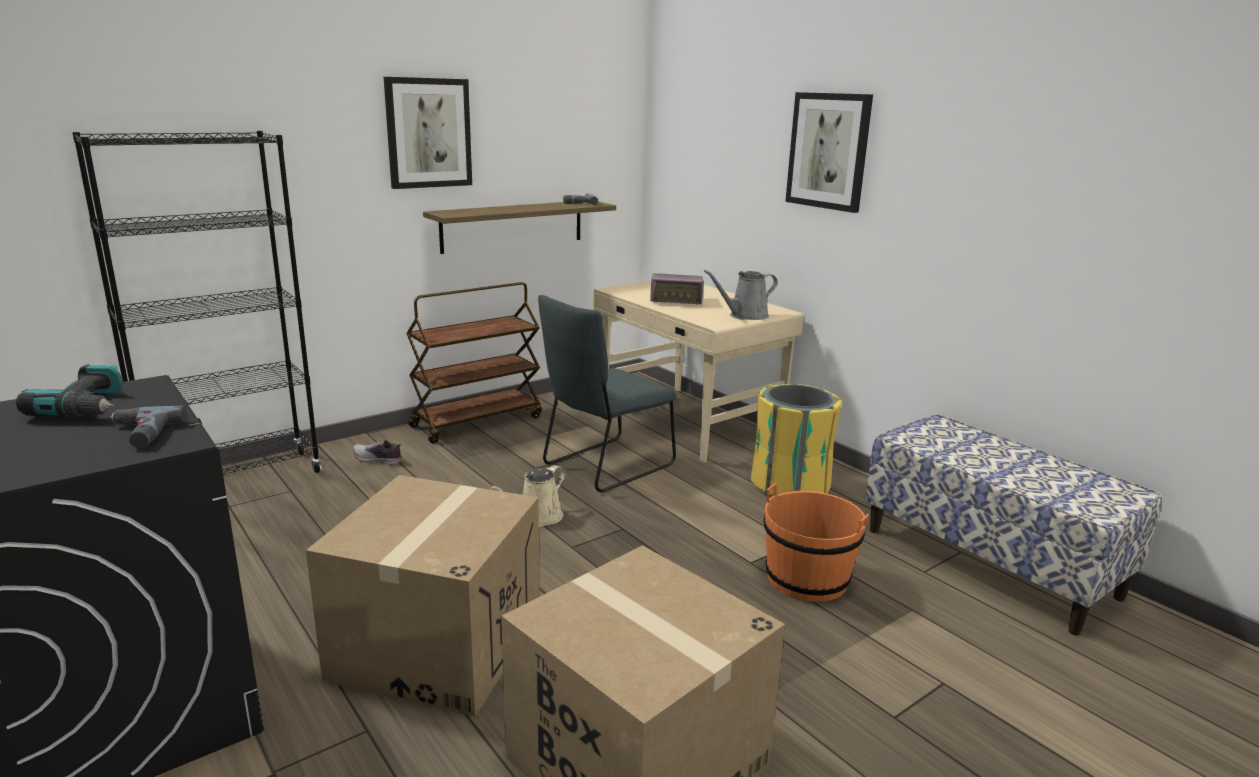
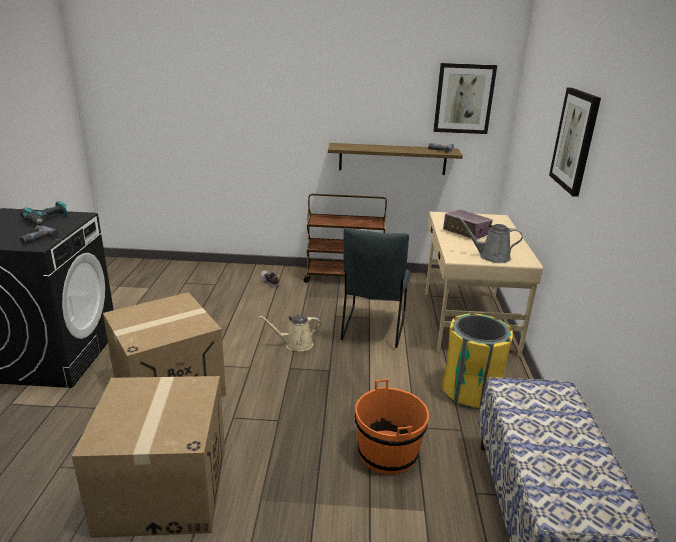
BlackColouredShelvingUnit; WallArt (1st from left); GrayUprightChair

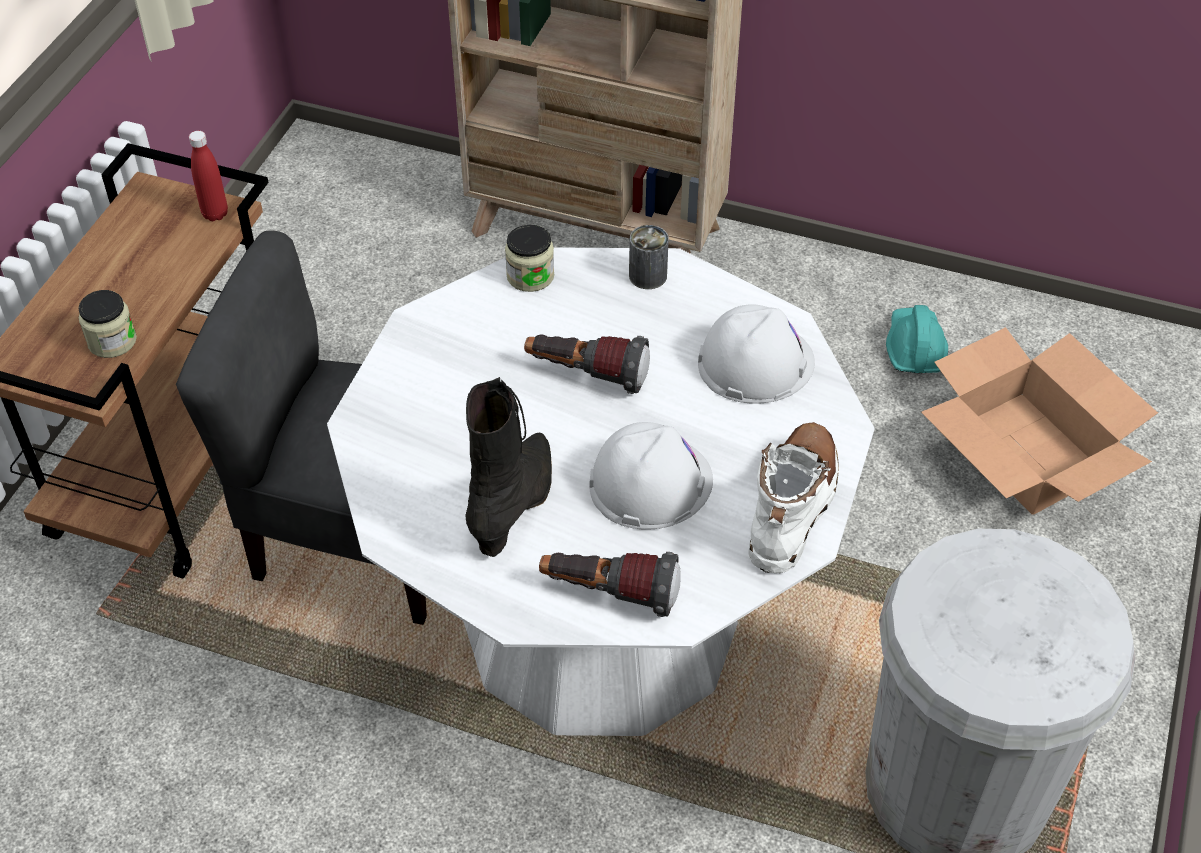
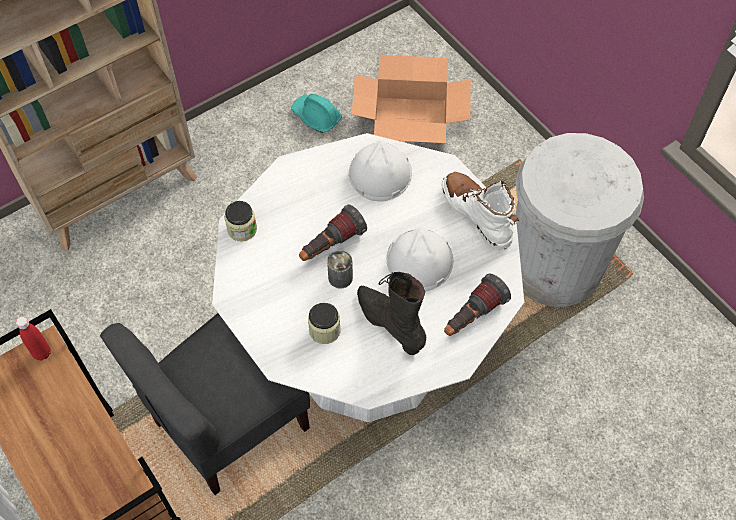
StorageJar (2nd from left); MetalCan

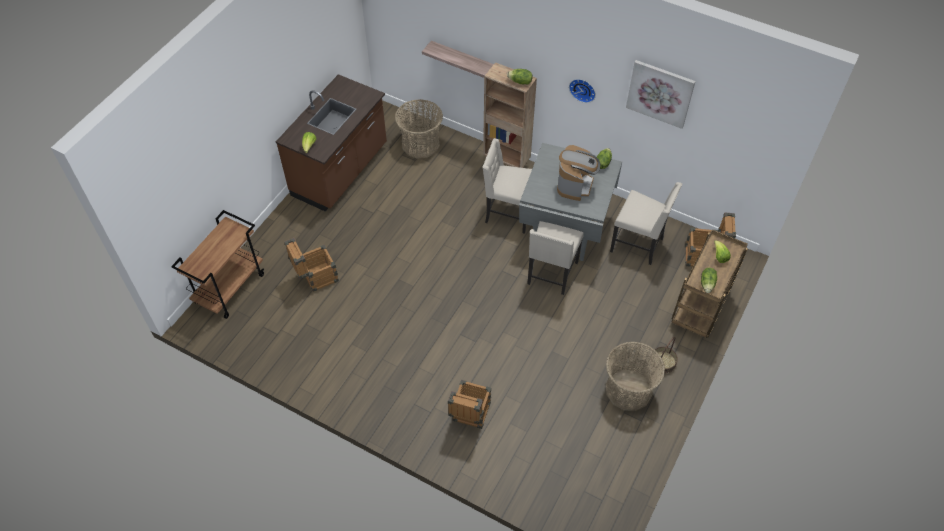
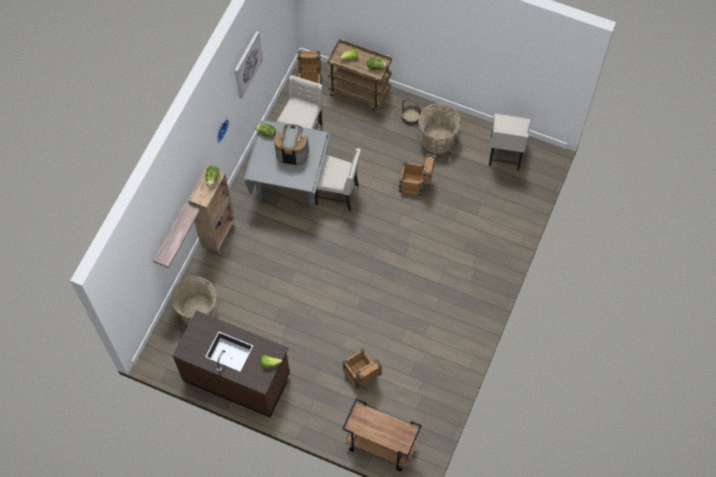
PackingCrate (3rd from left); SandColouredUprightChair (3rd from left)

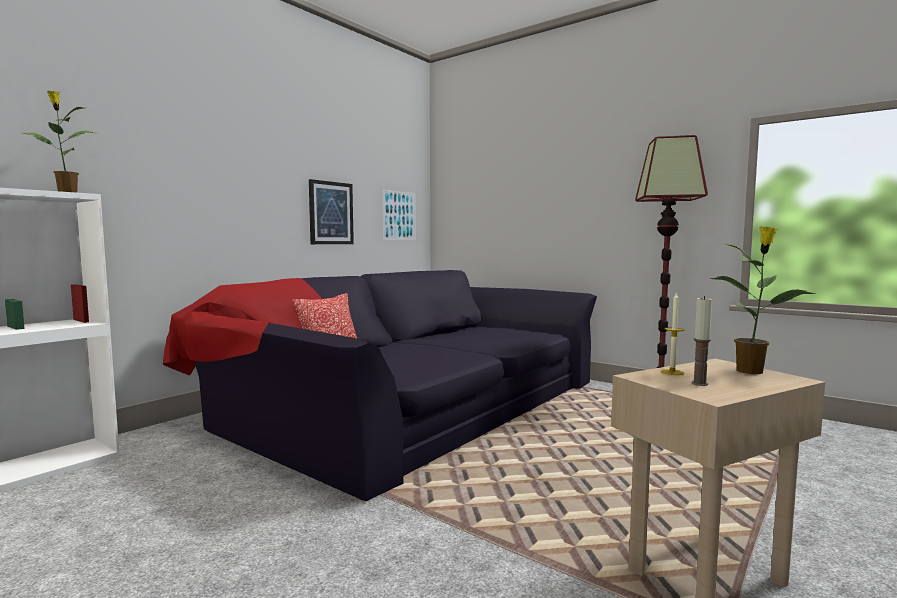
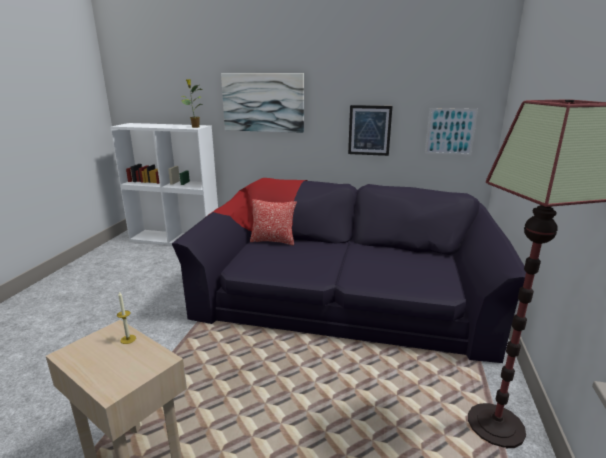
WaxCandle (2nd from left in the first image); PottedPlant (2nd from left in the first image); WallArt (1st from left)

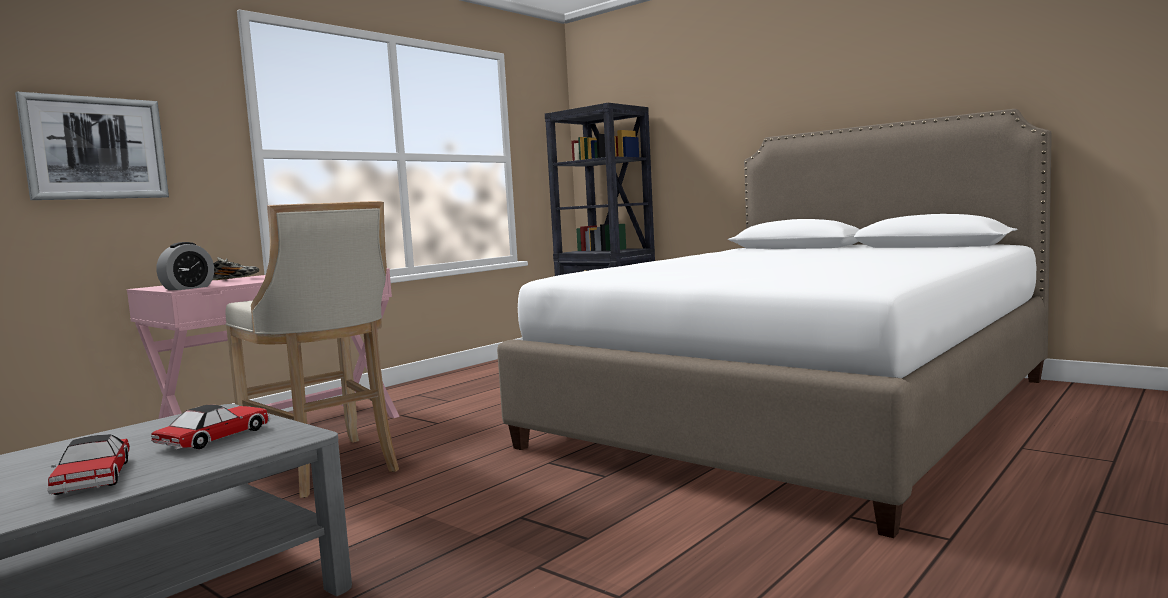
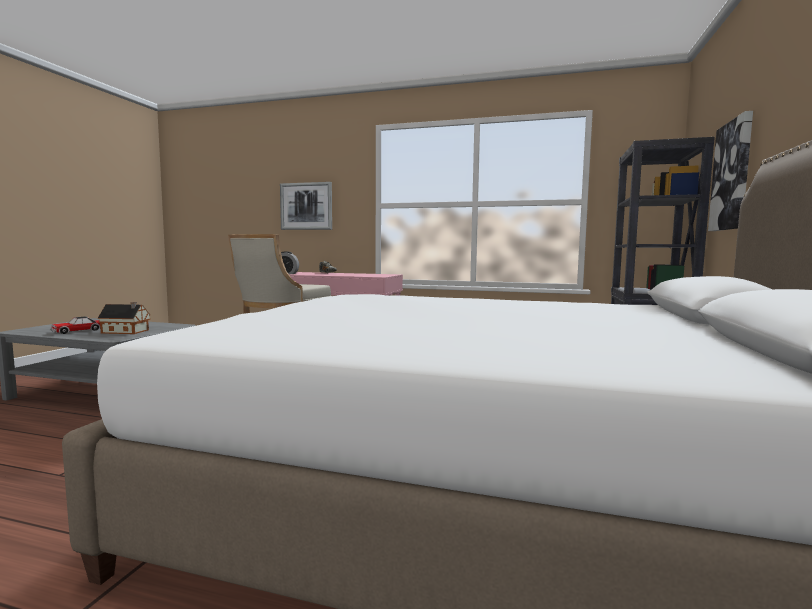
WallArt (2nd from left); ToyHouse

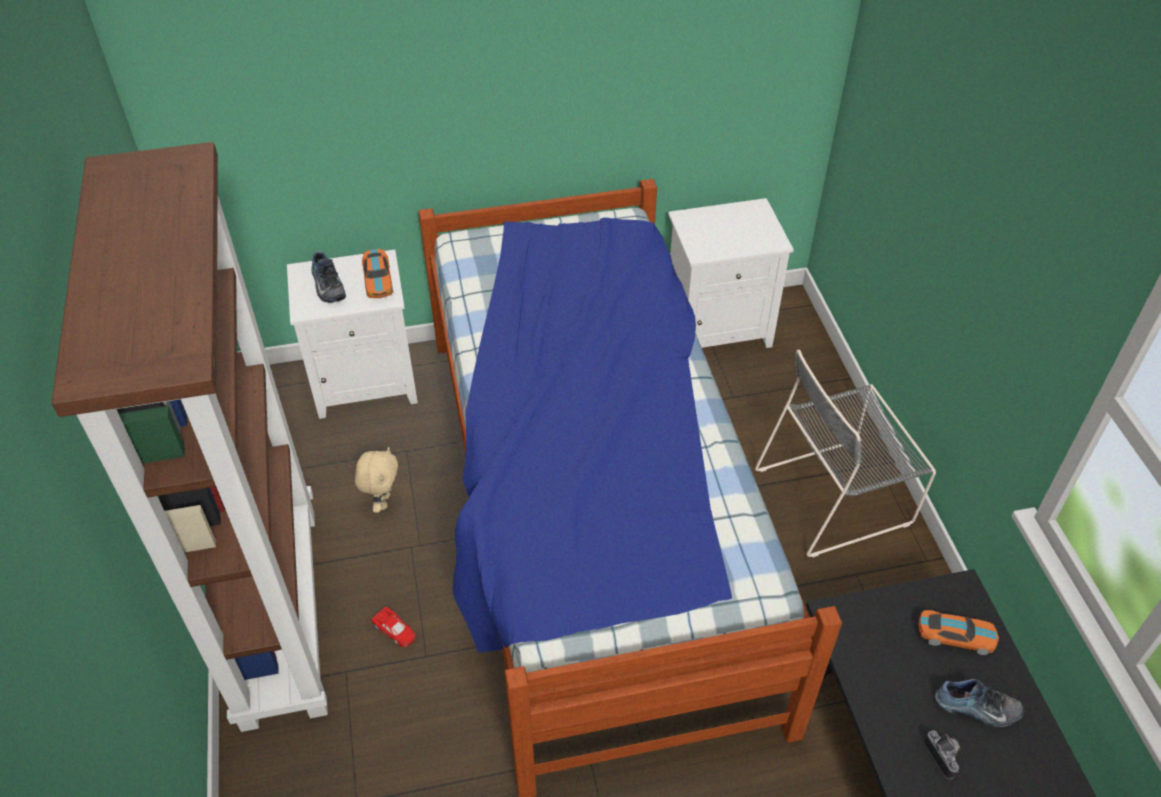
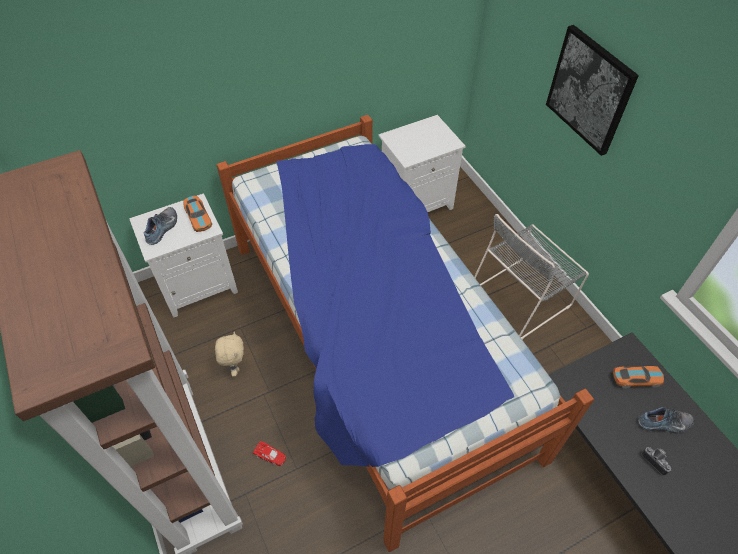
WallArt; Shoe (1st from left)

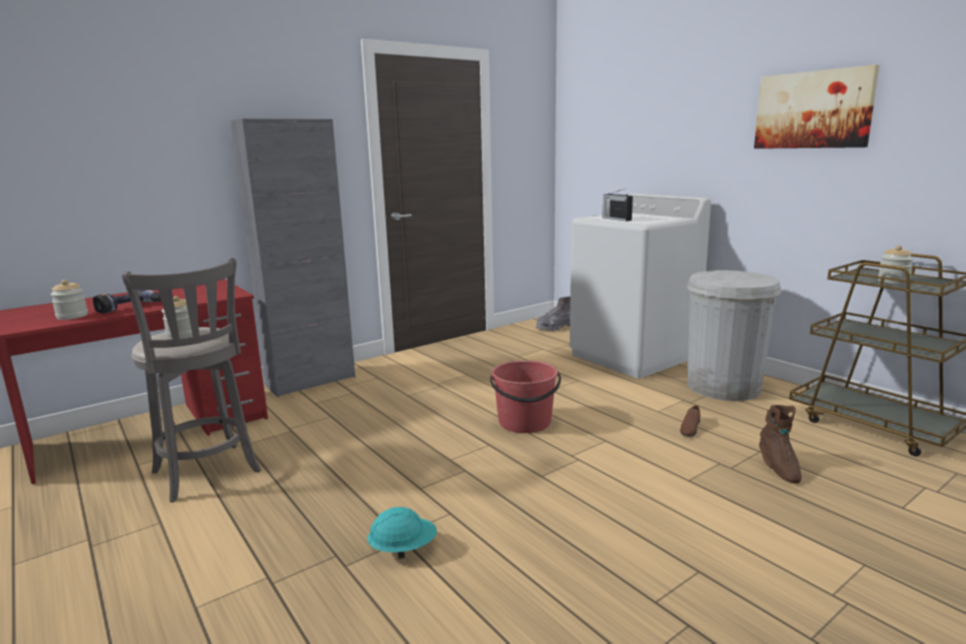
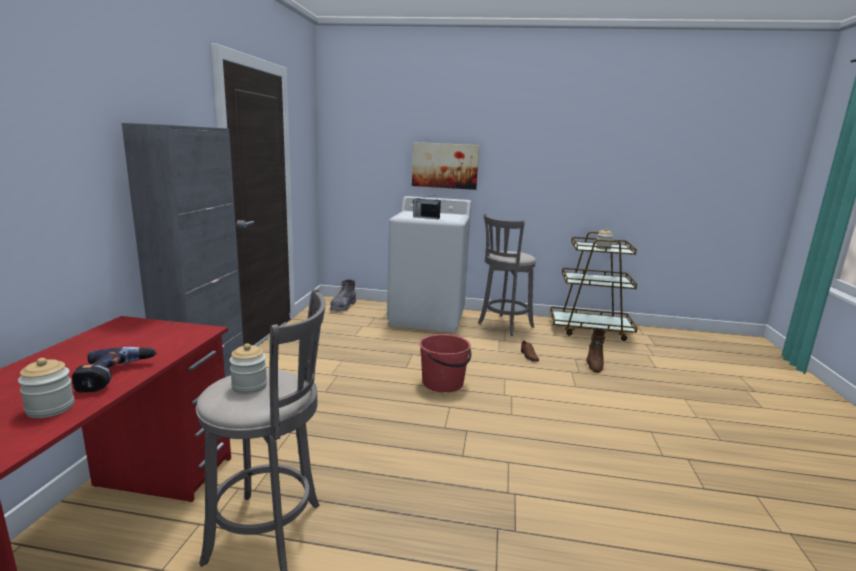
TurquoiseSafetyHelmet; WallArt; GrayStool (2nd from left); BrownishTallBoot

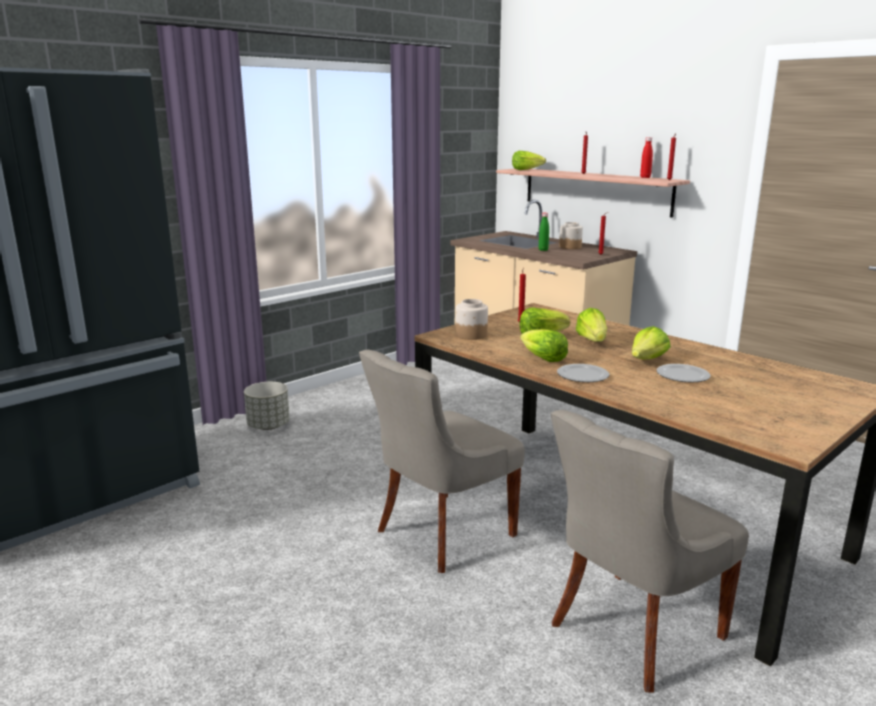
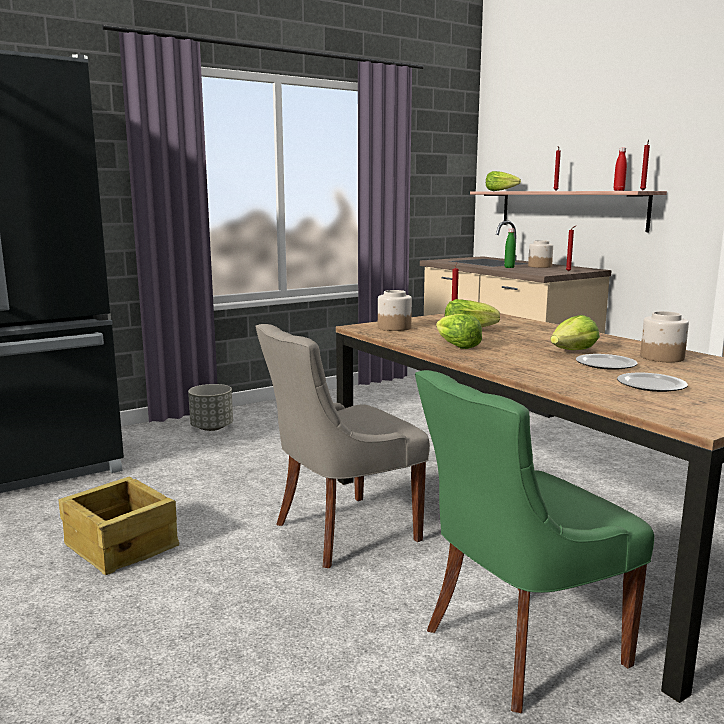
LettuceHead (4th from left in the first image); PackingCrate; StorageJar (3rd from left); Plate (2nd from left); GreenishUprightChair

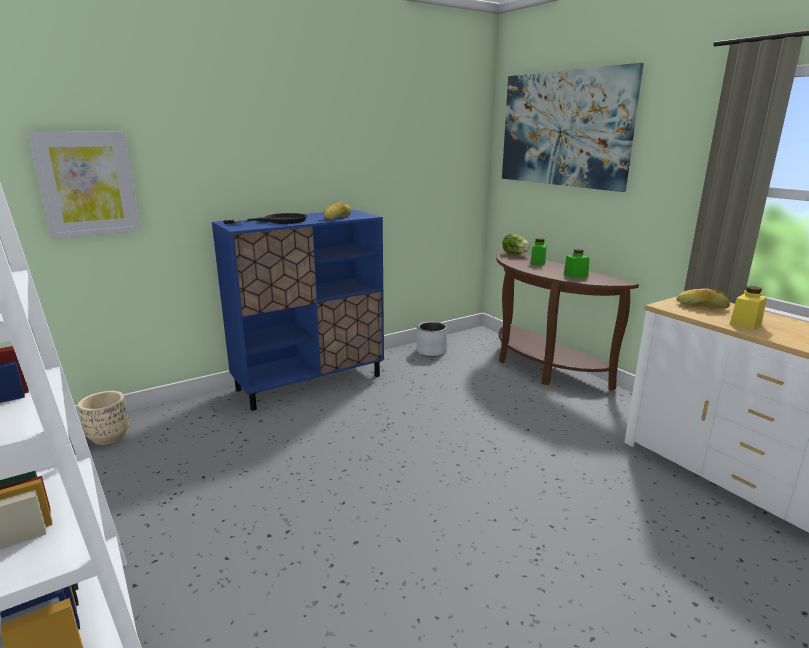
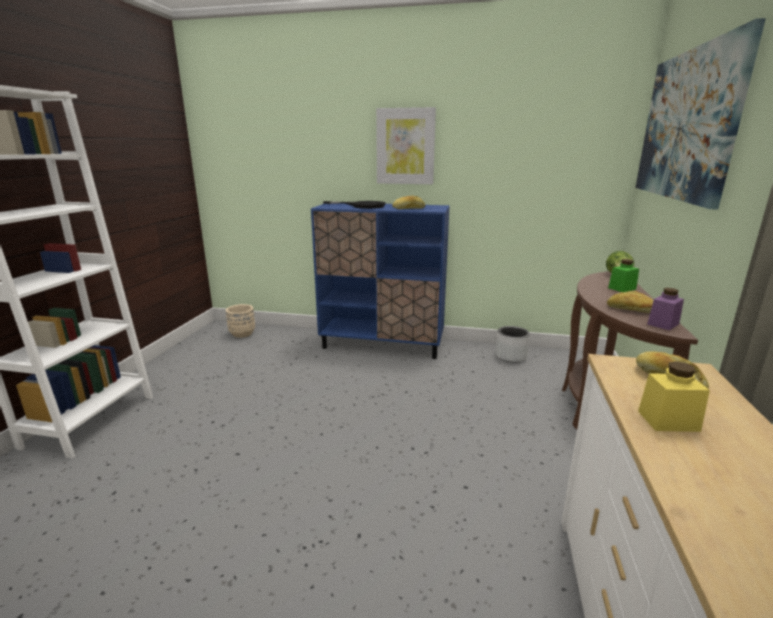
PurpleStorageJar; WallArt (1st from left); BakedBread (2nd from left)

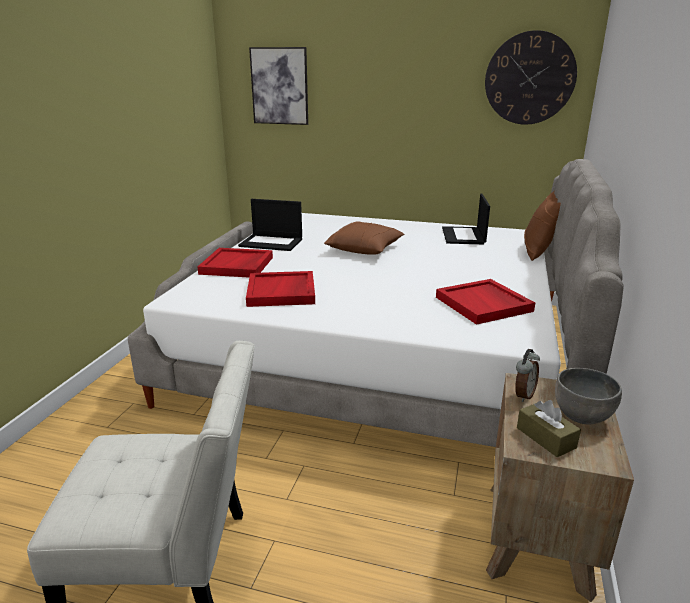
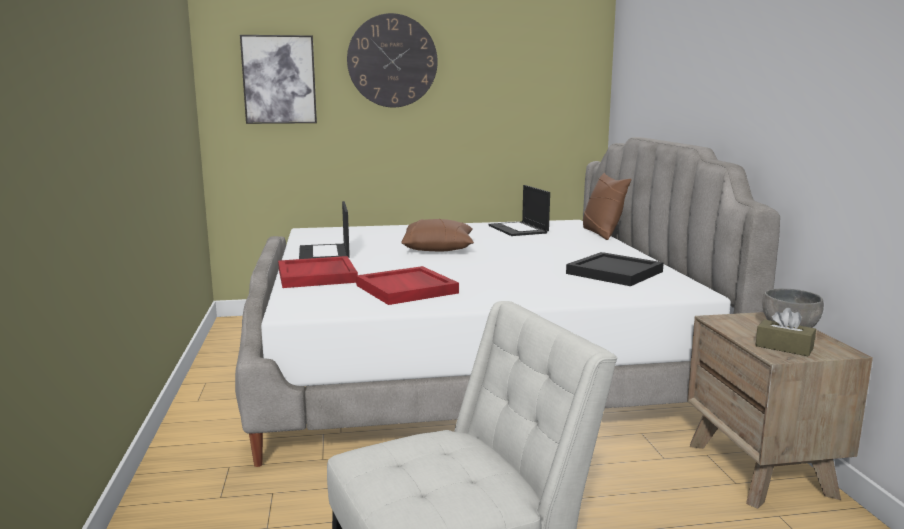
TableClock; ClockOnTheWall; BlackColouredTray; NotebookComputer (1st from left)

